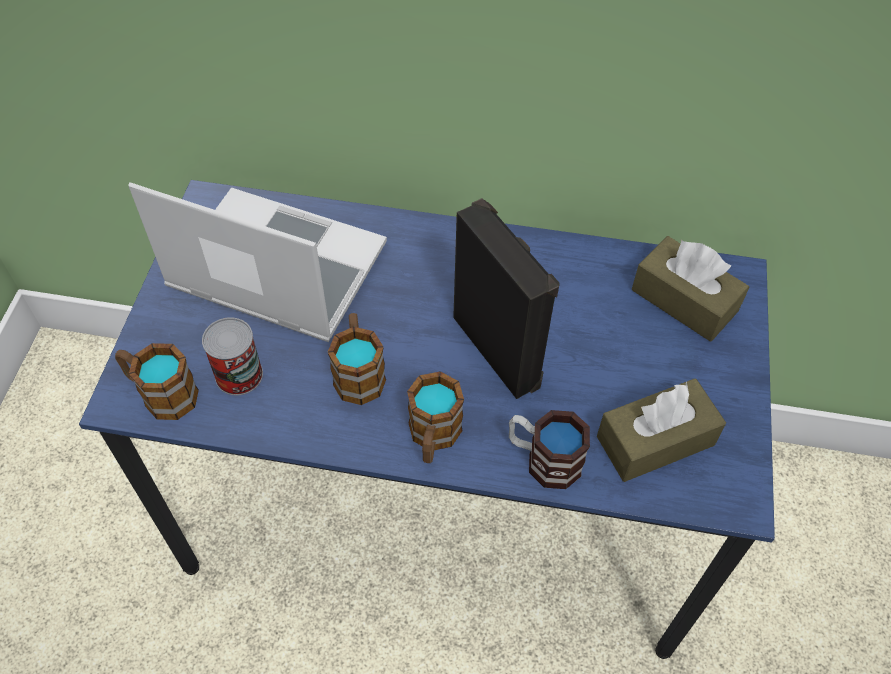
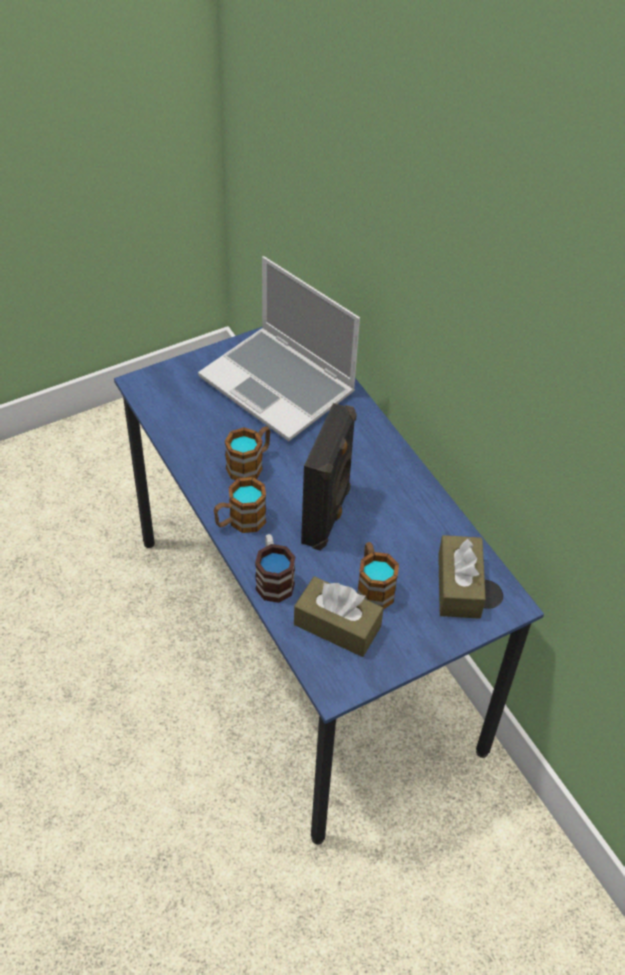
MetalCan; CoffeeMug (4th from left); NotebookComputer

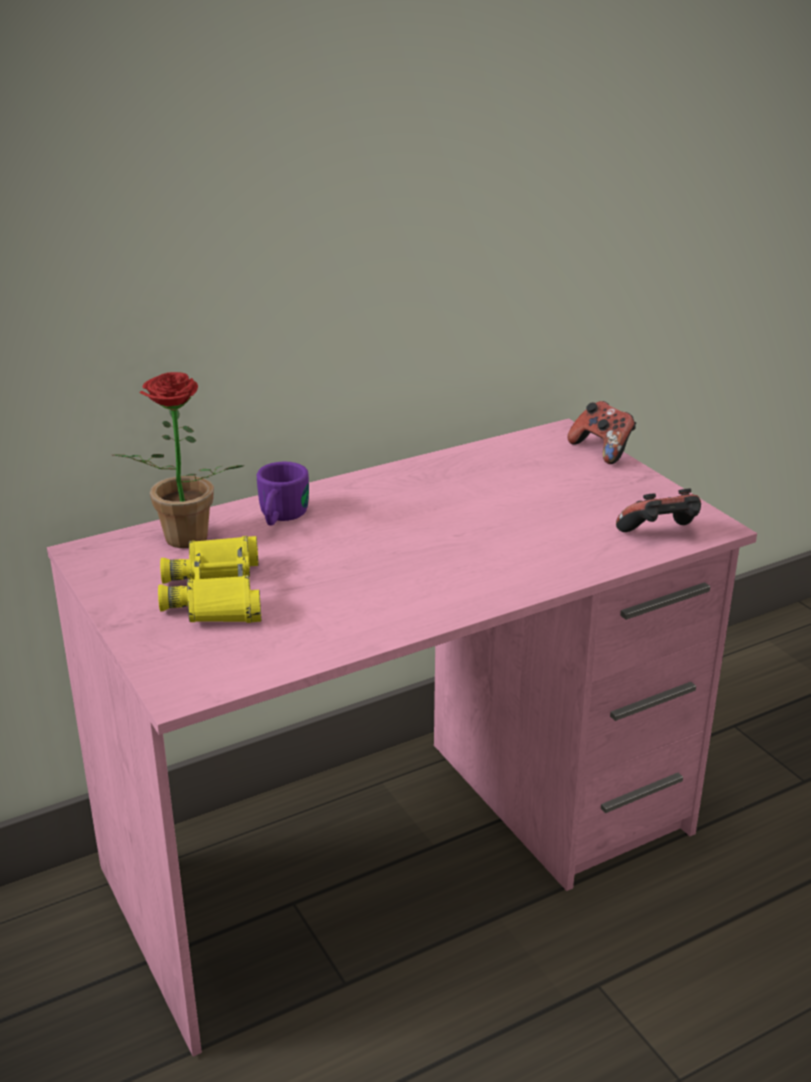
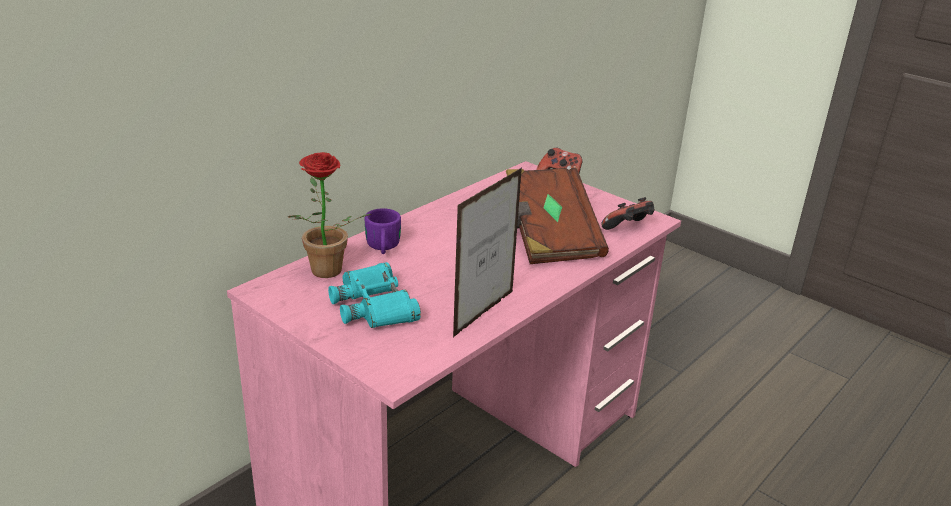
PhotoFrame; BrownishBoundBook; TurquoiseFieldGlasses

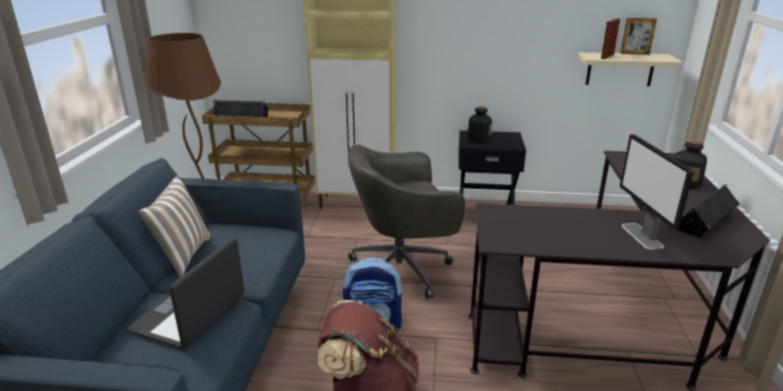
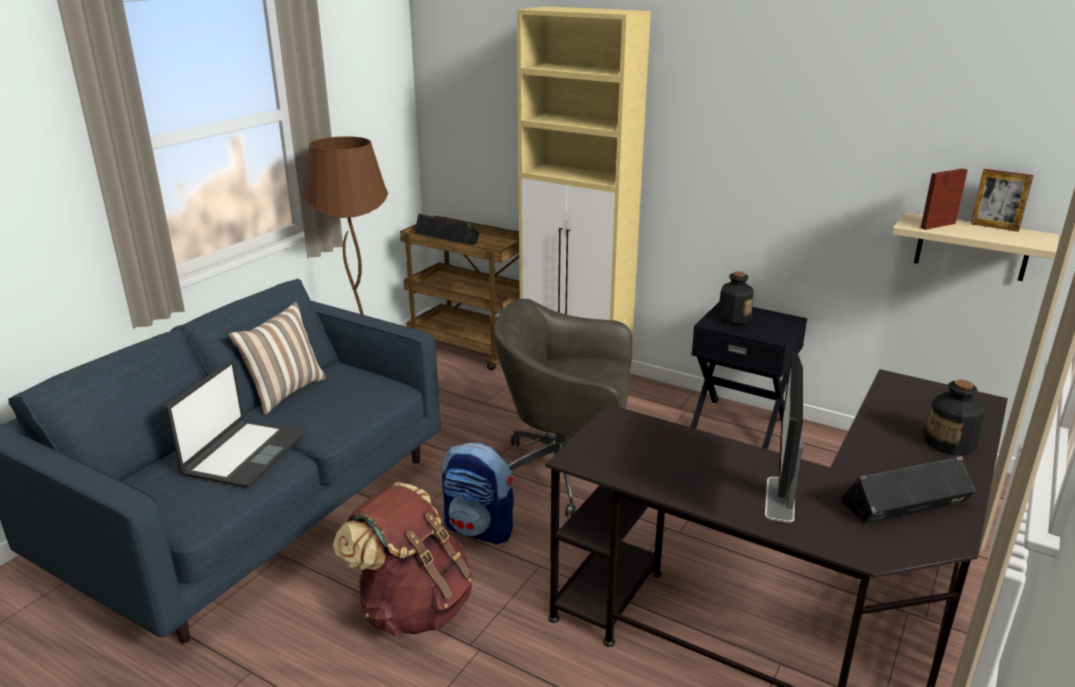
NotebookComputer

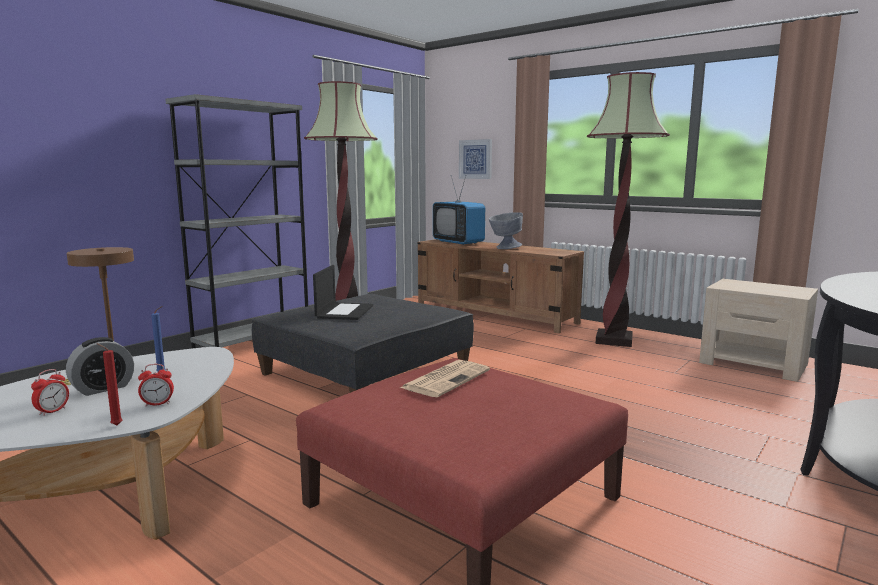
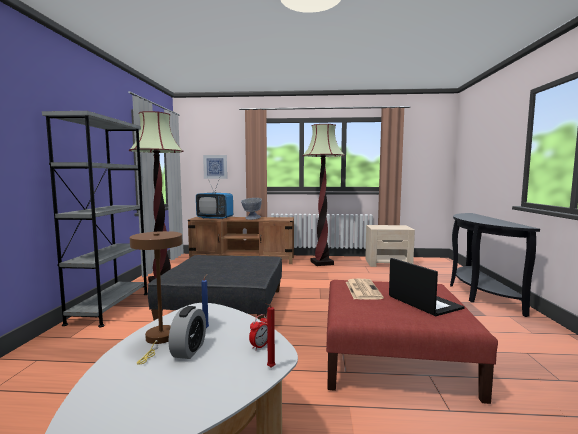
TableClock (1st from left in the first image); NotebookComputer

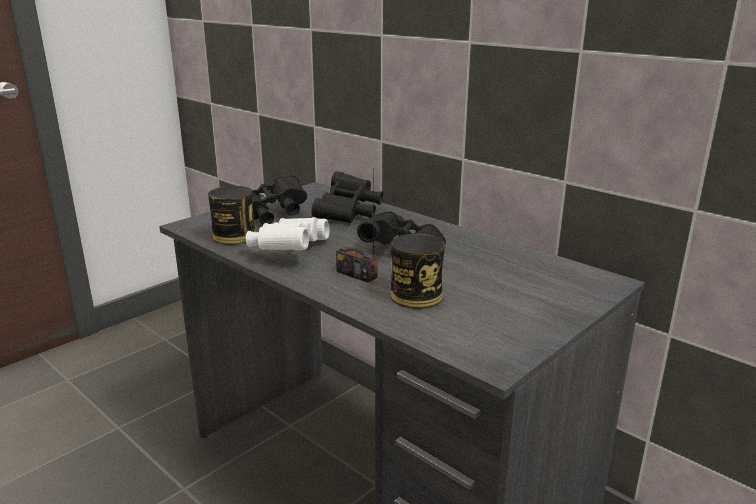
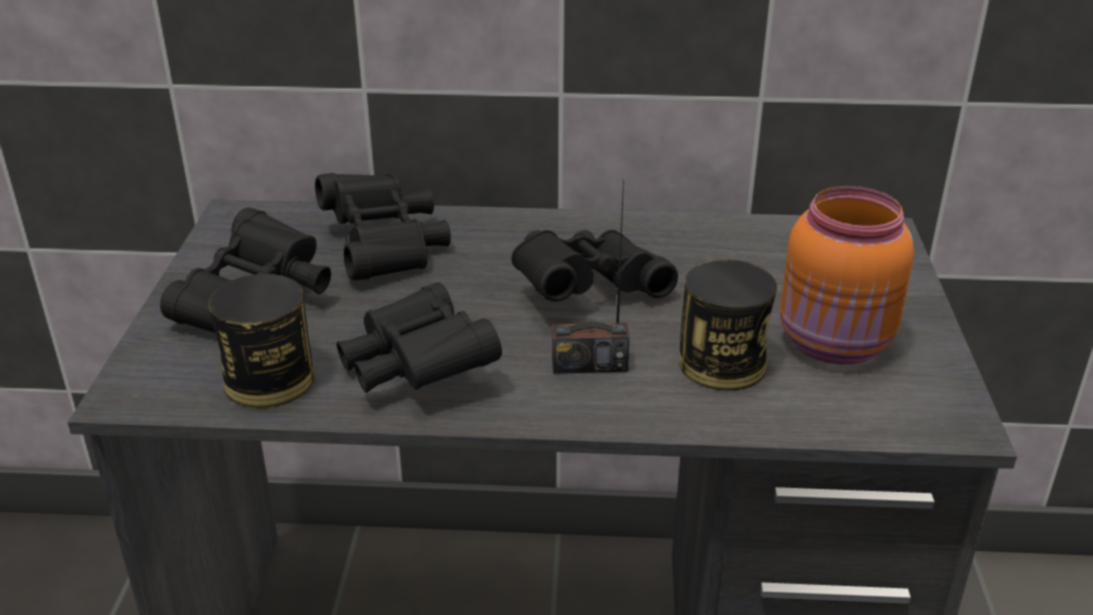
OrangeColouredStorageJar; BlackColouredFieldGlasses (3rd from left)

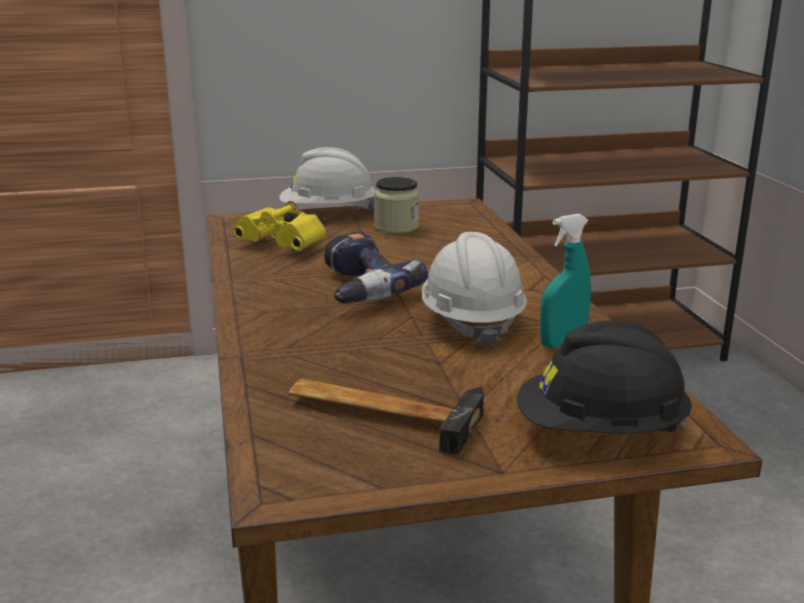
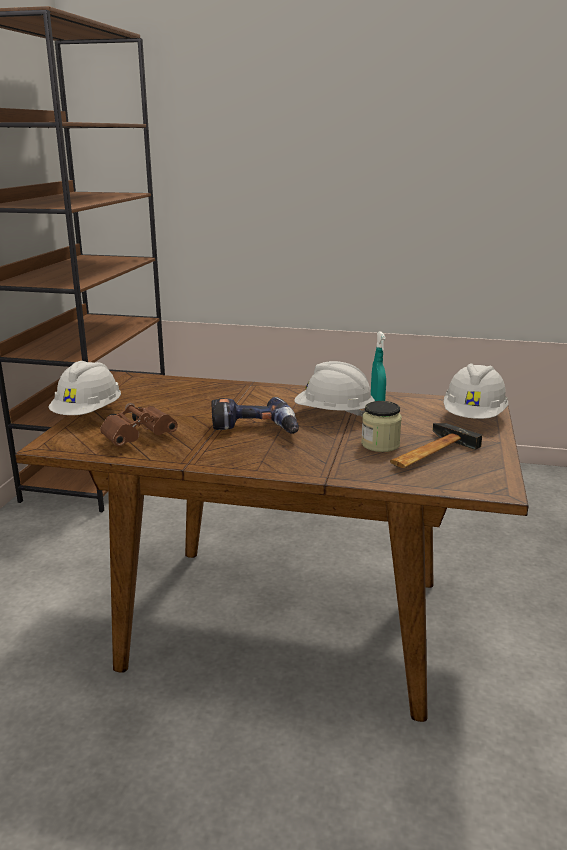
StorageJar; BrownishFieldGlasses; WhiteSafetyHelmet (3rd from left)

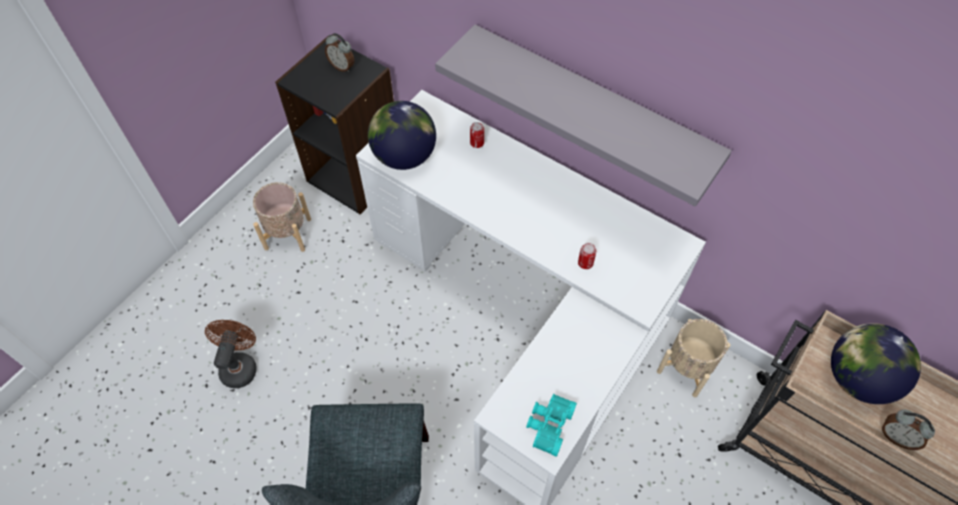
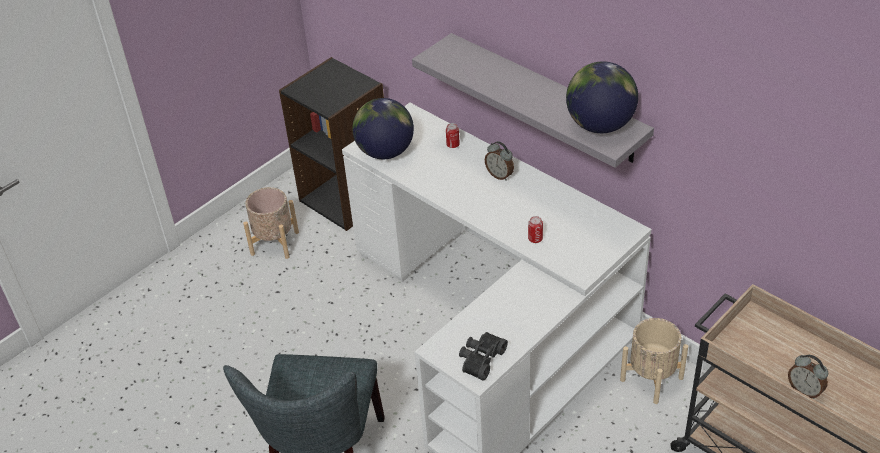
BrownishCoolingFan; TableClock (1st from left); WorldGlobe (2nd from left); BlackColouredFieldGlasses

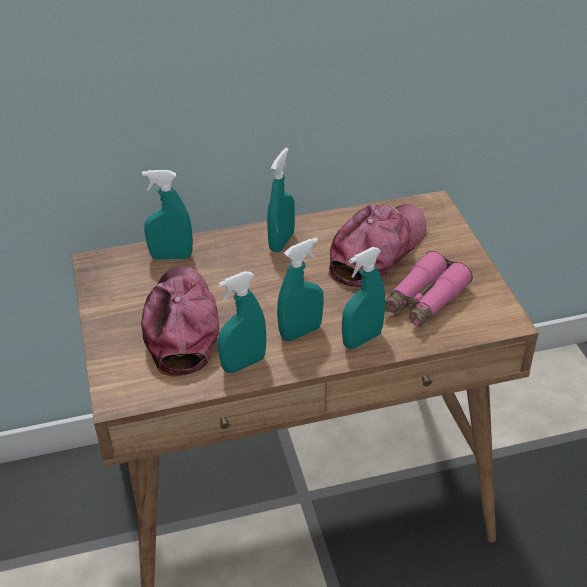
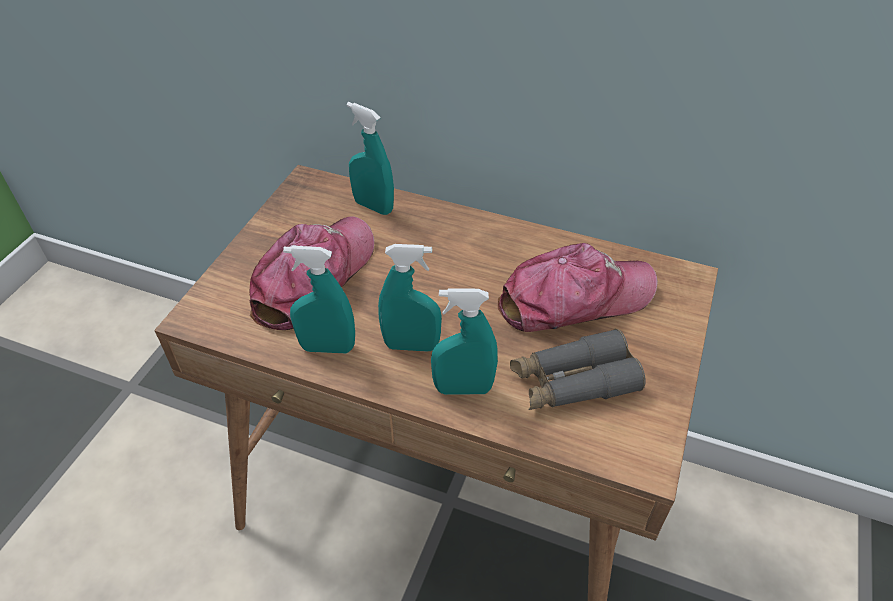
TurquoiseSprayBottle (3rd from left in the first image); GrayFieldGlasses

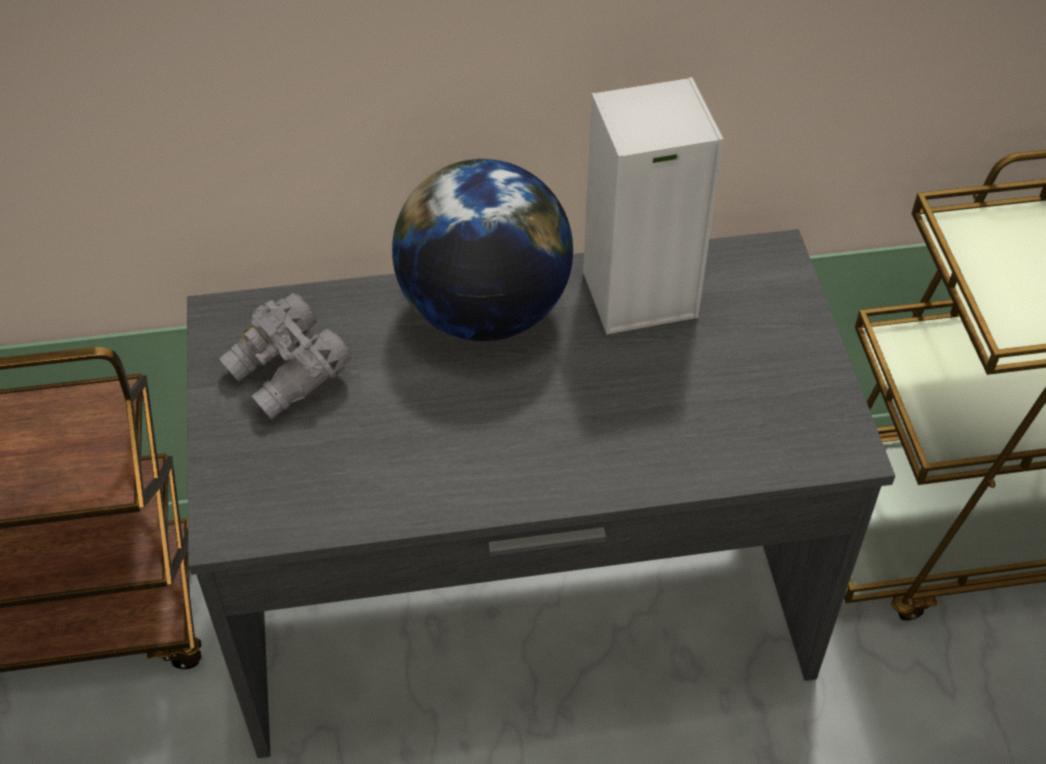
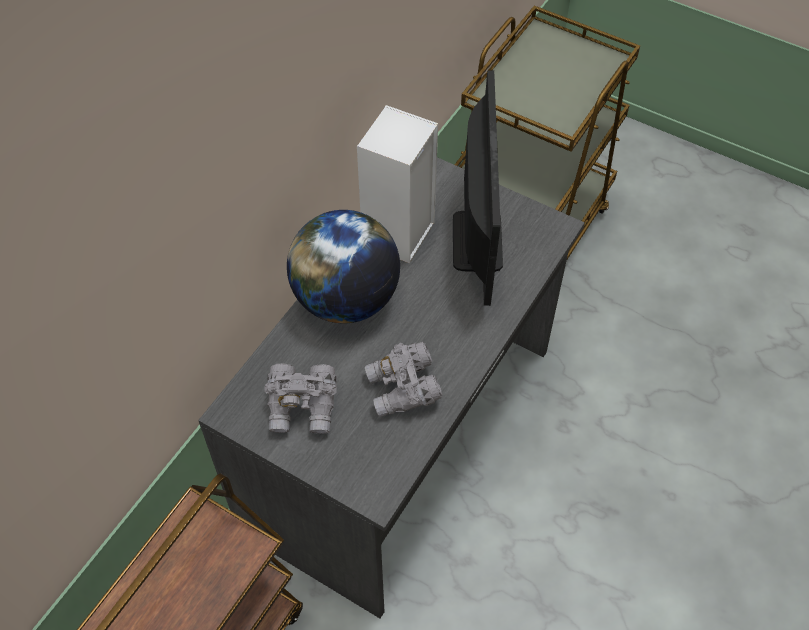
GrayFieldGlasses (2nd from left); Monitor

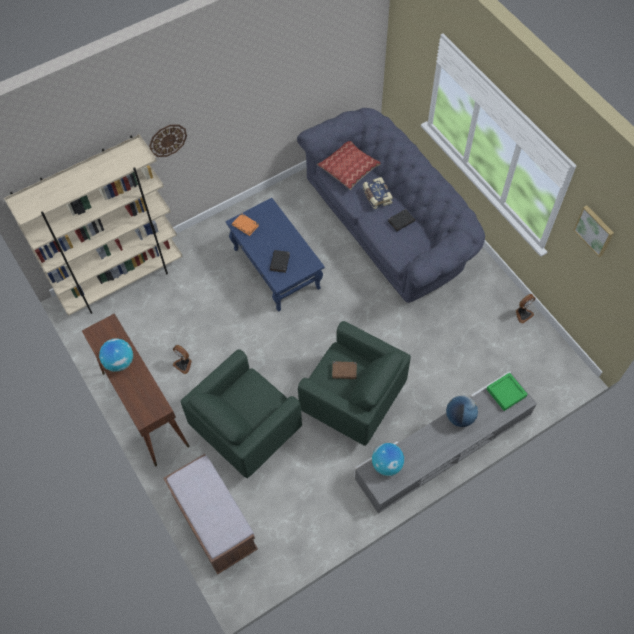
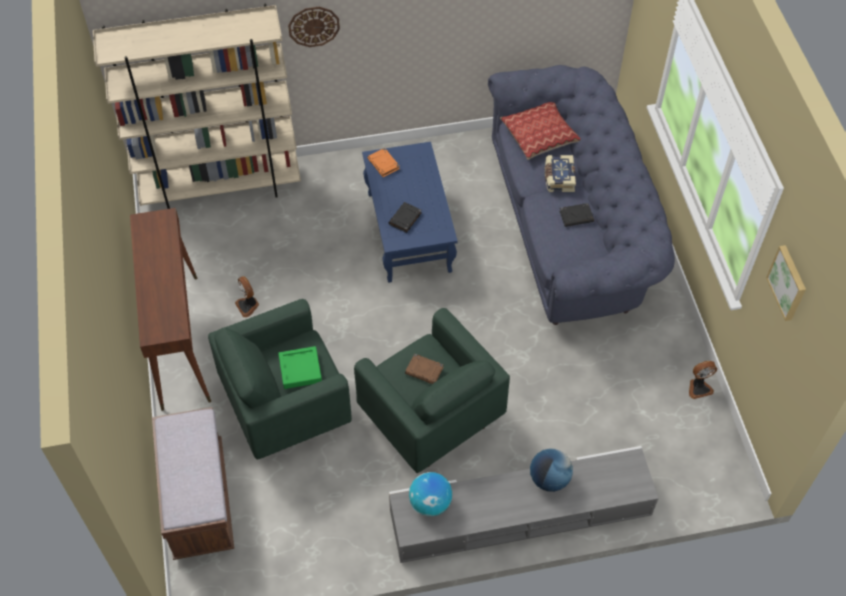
WorldGlobe (1st from left in the first image); GreenishTray

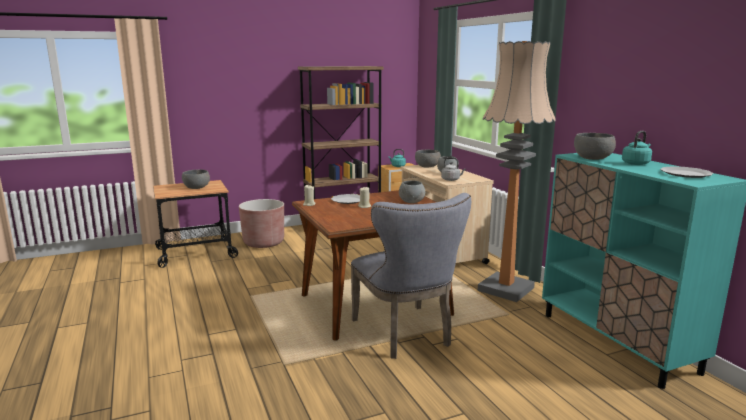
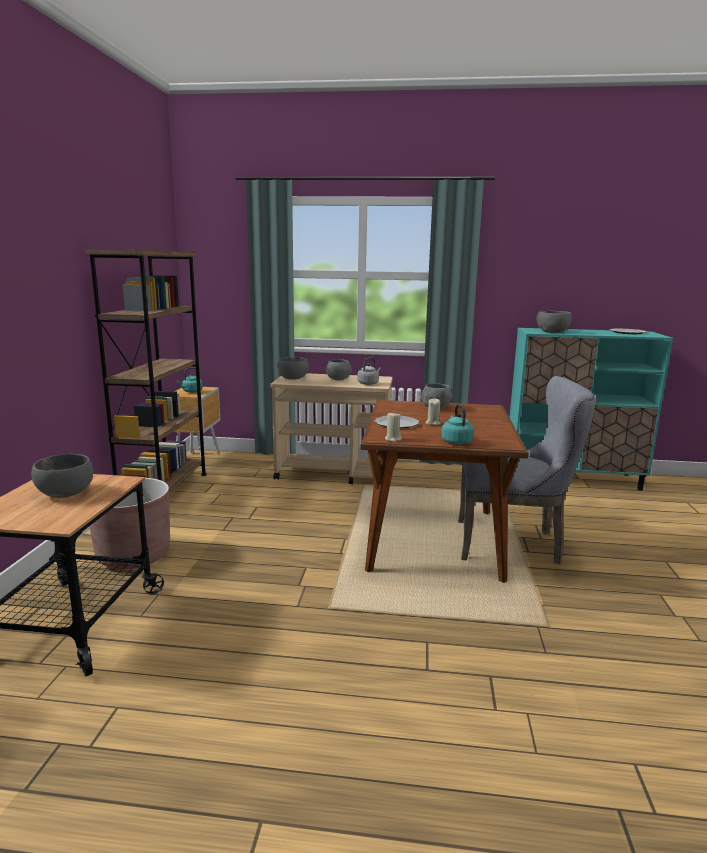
StandingLamp; TurquoiseWaterKettle (2nd from left)

